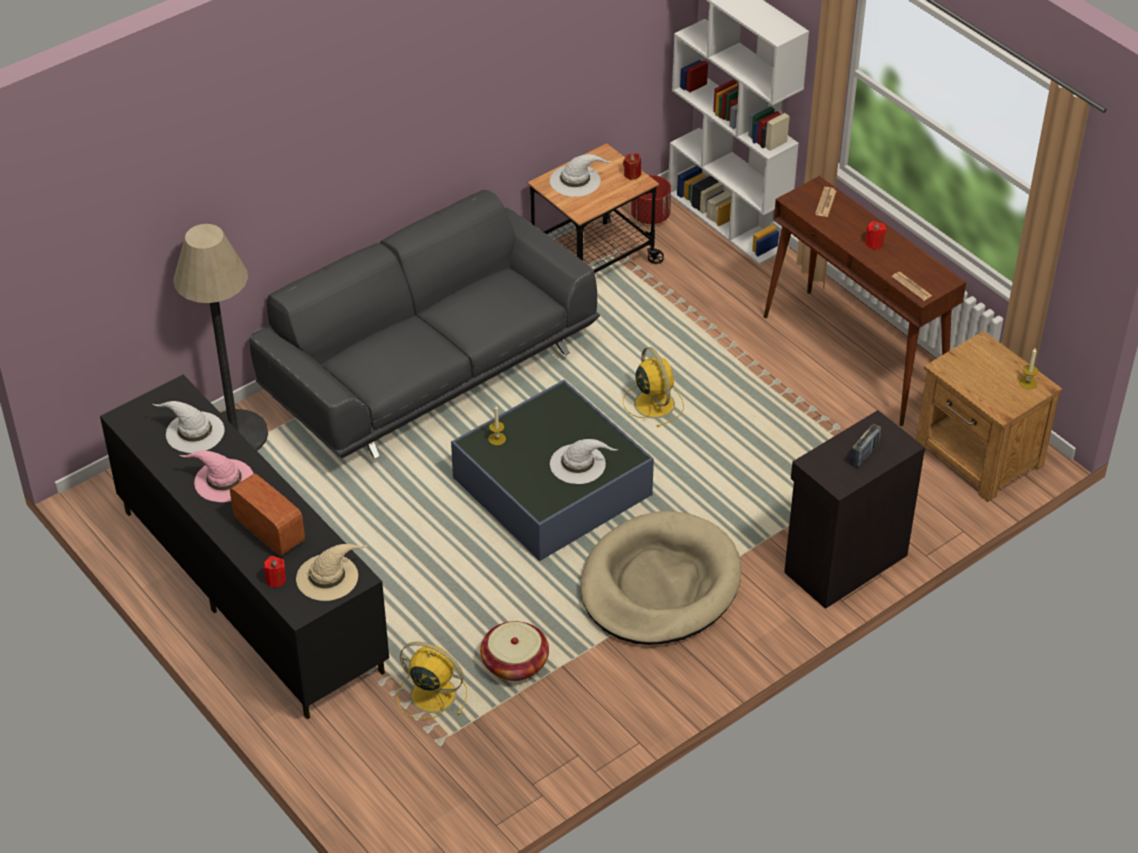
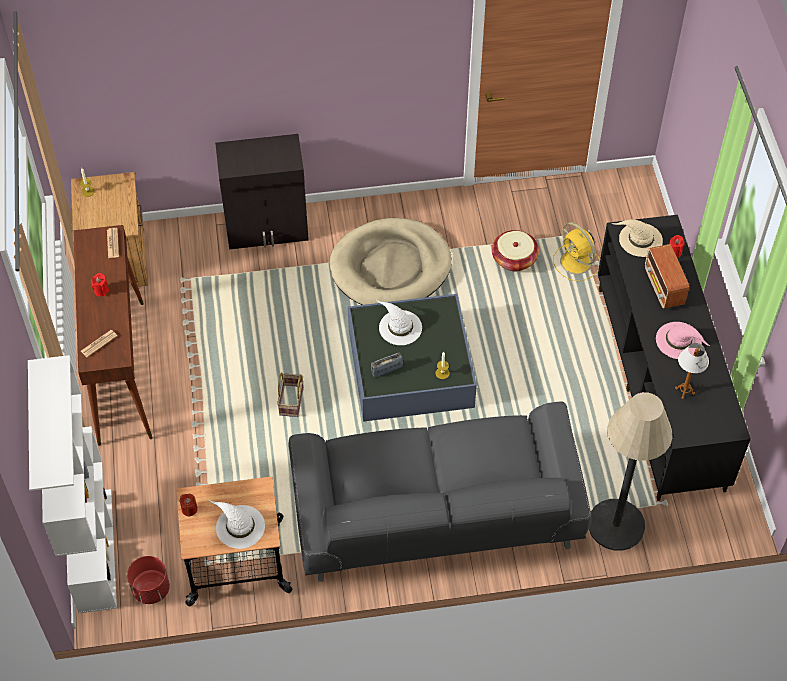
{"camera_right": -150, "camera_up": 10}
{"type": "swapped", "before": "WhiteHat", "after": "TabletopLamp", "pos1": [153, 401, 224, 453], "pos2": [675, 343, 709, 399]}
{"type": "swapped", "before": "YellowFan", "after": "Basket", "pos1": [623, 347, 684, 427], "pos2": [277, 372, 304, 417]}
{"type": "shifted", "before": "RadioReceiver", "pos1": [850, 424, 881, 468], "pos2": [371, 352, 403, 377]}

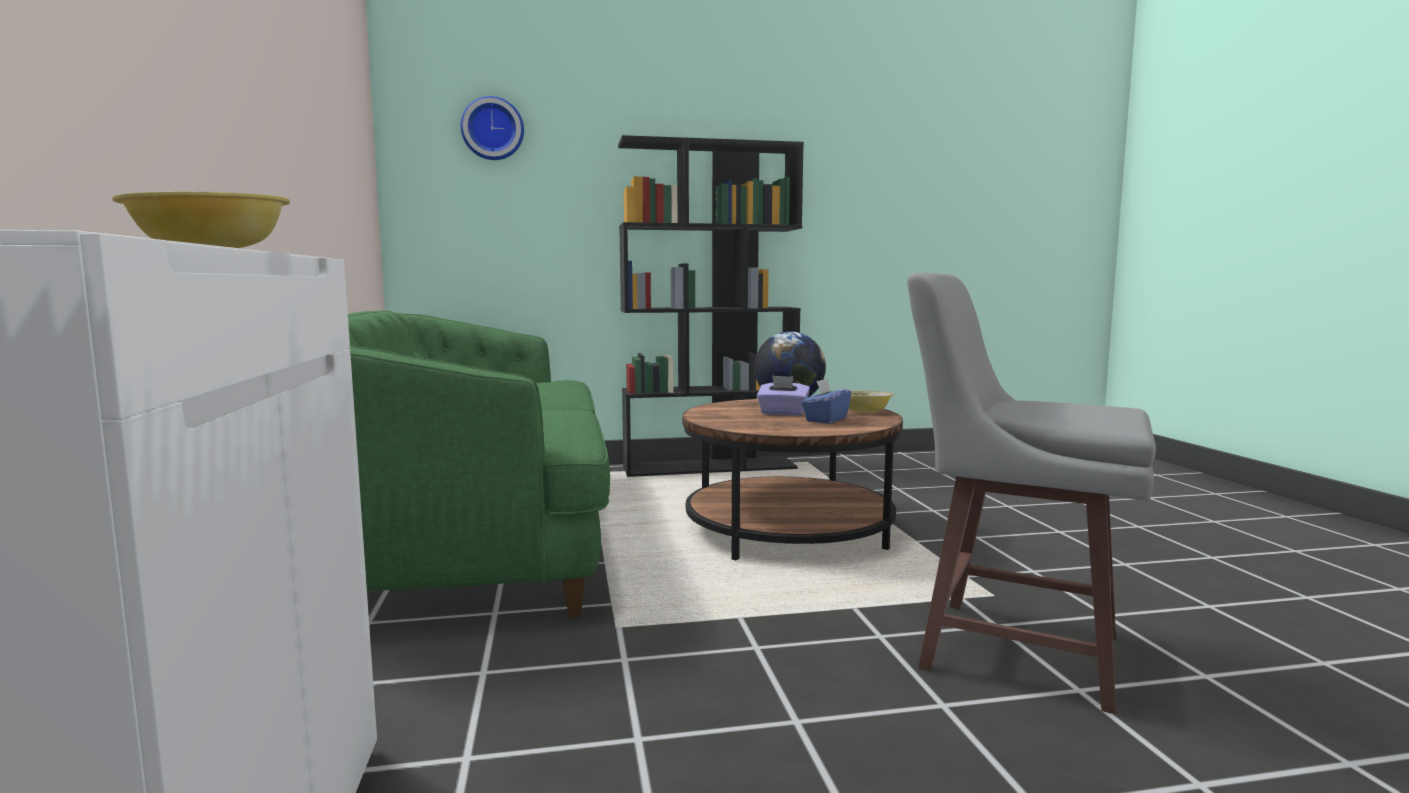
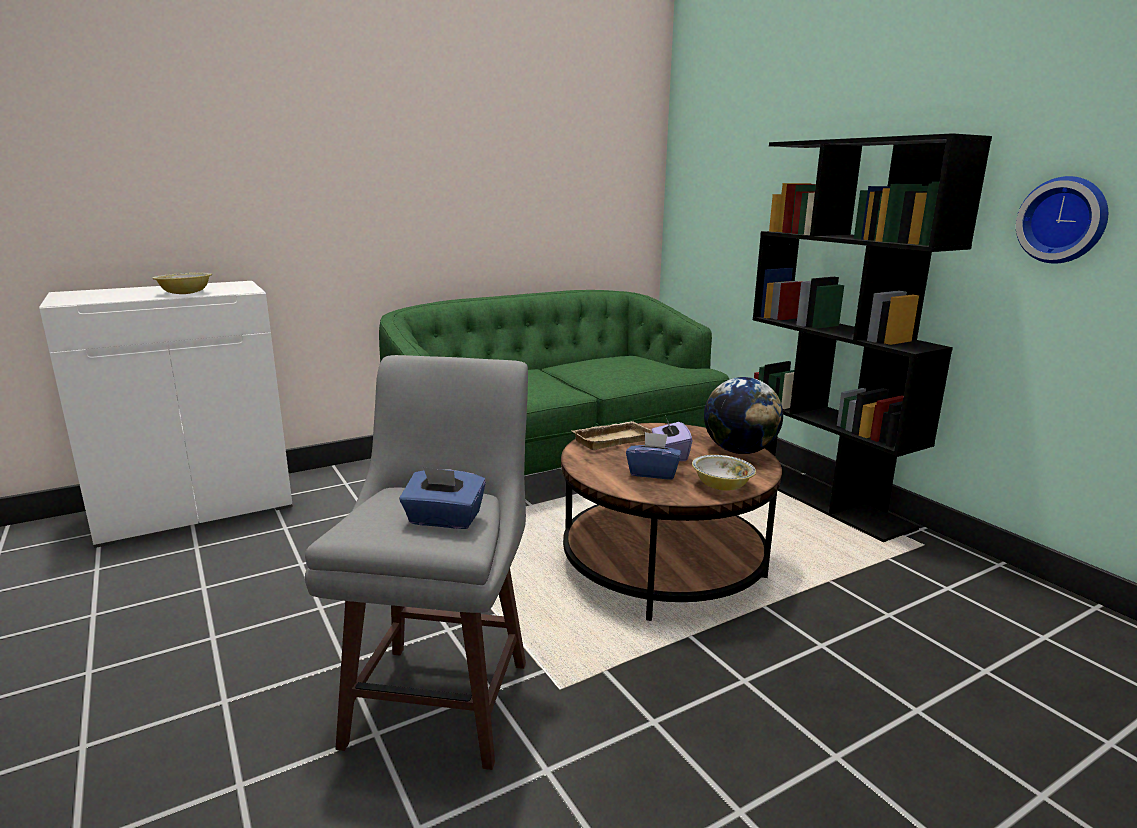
{"camera_right": 70, "camera_up": 10}
{"type": "shifted", "before": "WallClock", "pos1": [460, 96, 524, 160], "pos2": [1016, 176, 1108, 264]}
{"type": "new", "after": "BluishBoxOfTissues", "pos2": [399, 467, 486, 529]}
{"type": "new", "after": "BeigeTray", "pos2": [571, 421, 652, 450]}

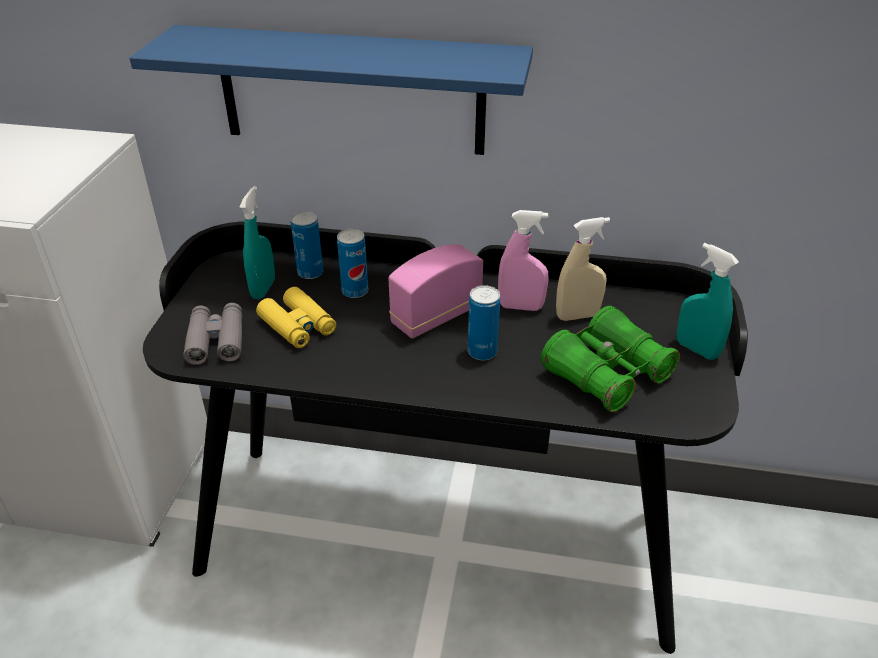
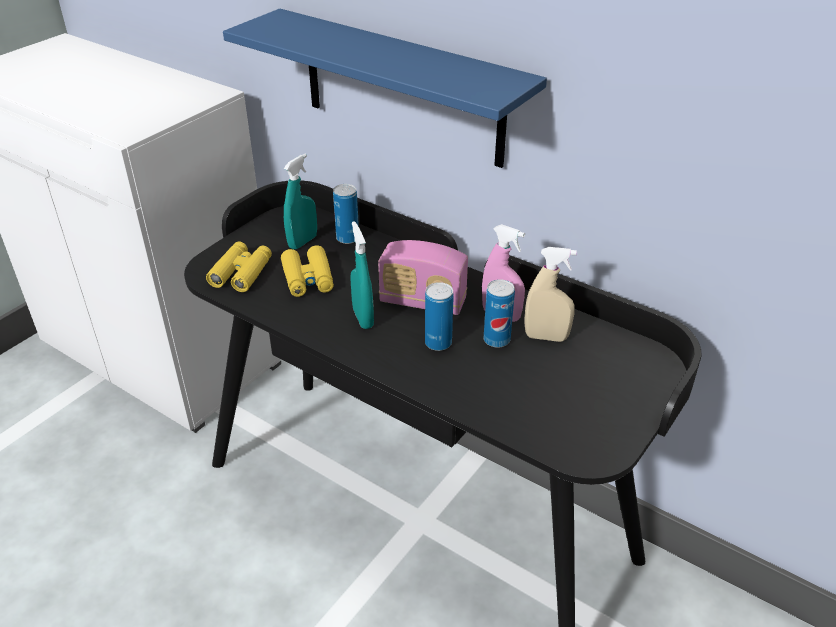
{"camera_right": 25, "camera_up": 0}
{"type": "repainted", "before": "GreyishPairOfBinoculars", "after": "YellowPairOfBinoculars", "pos1": [183, 303, 242, 365], "pos2": [206, 242, 272, 292]}
{"type": "shifted", "before": "SealedCan", "pos1": [337, 229, 368, 298], "pos2": [484, 279, 515, 348]}
{"type": "rotated", "before": "RadioReceiver", "pos1": [388, 244, 483, 338], "pos2": [378, 240, 468, 315], "turn": -150}
{"type": "gone", "before": "GreenColouredPairOfBinoculars", "pos1": [541, 306, 680, 412]}
{"type": "shifted", "before": "BlueGreenSprayer", "pos1": [677, 243, 739, 360], "pos2": [351, 221, 374, 329]}

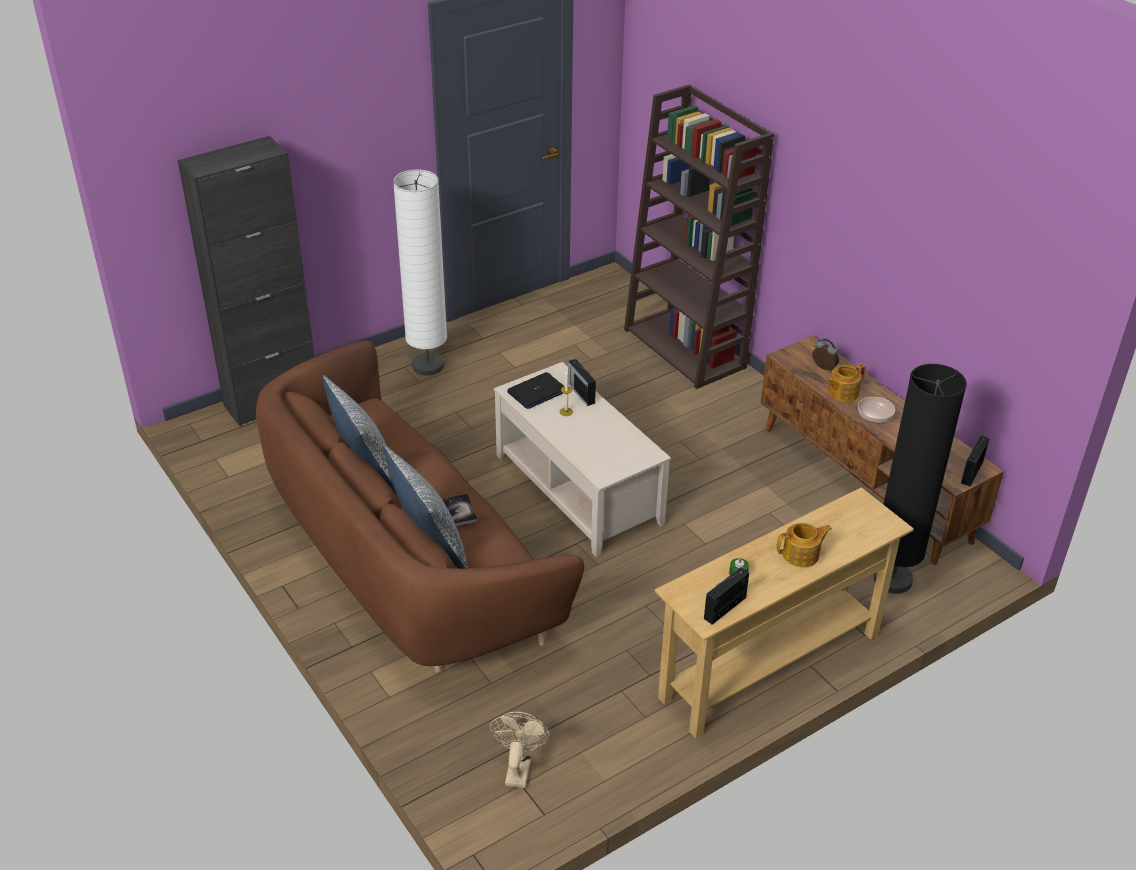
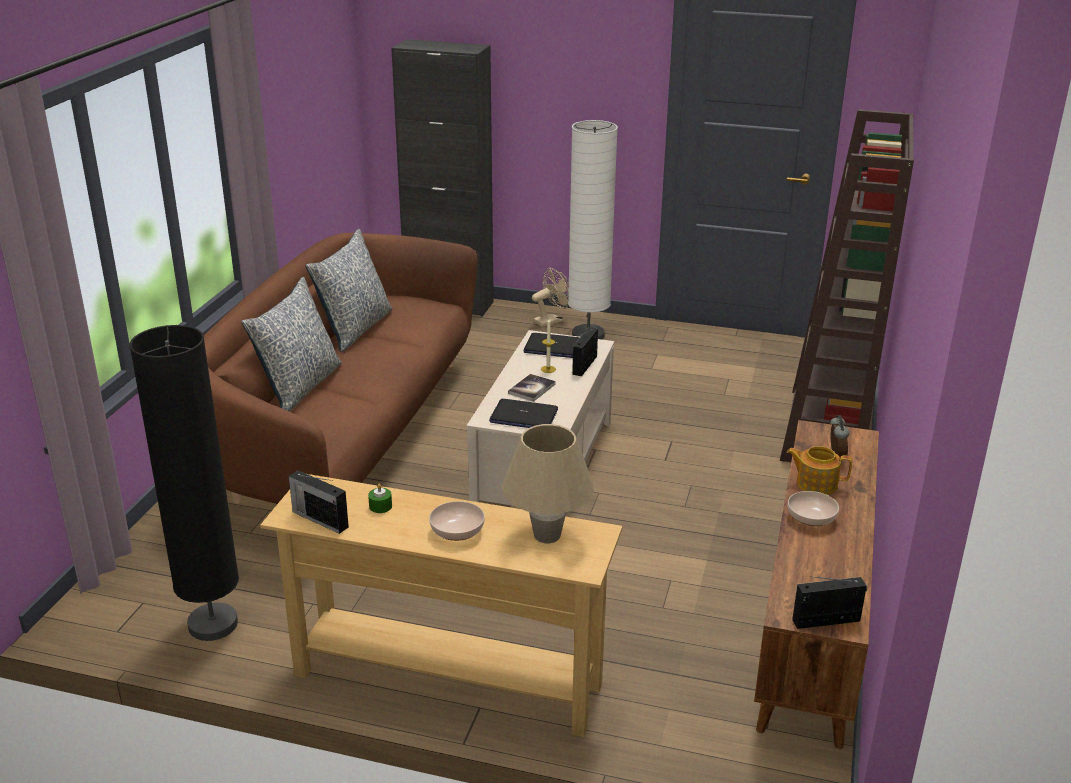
{"camera_right": 50, "camera_up": -10}
{"type": "shifted", "before": "Book", "pos1": [442, 493, 478, 526], "pos2": [508, 374, 556, 402]}
{"type": "shifted", "before": "BeigeFan", "pos1": [490, 712, 551, 788], "pos2": [532, 268, 569, 327]}
{"type": "rotated", "before": "RadioReceiver", "pos1": [704, 567, 749, 625], "pos2": [289, 470, 349, 534], "turn": -150}
{"type": "swapped", "before": "TeaPot", "after": "Bowl", "pos1": [777, 523, 832, 567], "pos2": [429, 501, 485, 541]}
{"type": "shifted", "before": "BlackColouredStandingLamp", "pos1": [874, 364, 967, 594], "pos2": [129, 325, 239, 641]}
{"type": "new", "after": "NotebookComputer", "pos2": [489, 399, 558, 428]}
{"type": "new", "after": "BeigeTabletopLamp", "pos2": [502, 424, 594, 543]}

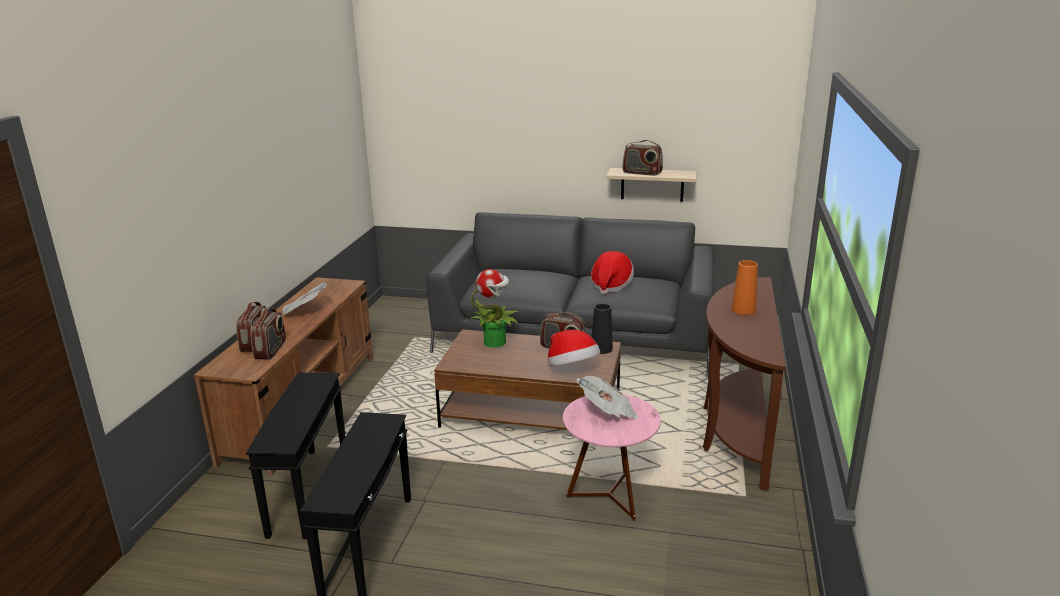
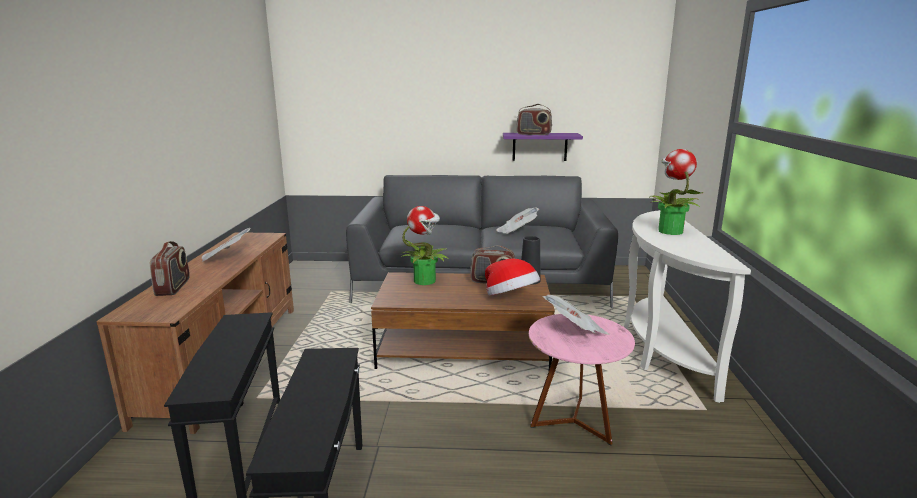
{"camera_right": -10, "camera_up": -5}
{"type": "gone", "before": "RadioReceiver", "pos1": [250, 308, 286, 359]}
{"type": "swapped", "before": "Hat", "after": "PrintedPaper", "pos1": [591, 251, 634, 295], "pos2": [496, 207, 539, 234]}
{"type": "repainted", "before": "BeigeWallShelf", "after": "PurpleColouredWallShelf", "pos1": [606, 168, 697, 202], "pos2": [503, 133, 583, 161]}
{"type": "repainted", "before": "BrownNarrowTable", "after": "WhiteNarrowTable", "pos1": [703, 277, 786, 491], "pos2": [624, 210, 751, 403]}
{"type": "swapped", "before": "OrangeyVase", "after": "PlantInAPot", "pos1": [732, 260, 758, 315], "pos2": [649, 149, 704, 235]}

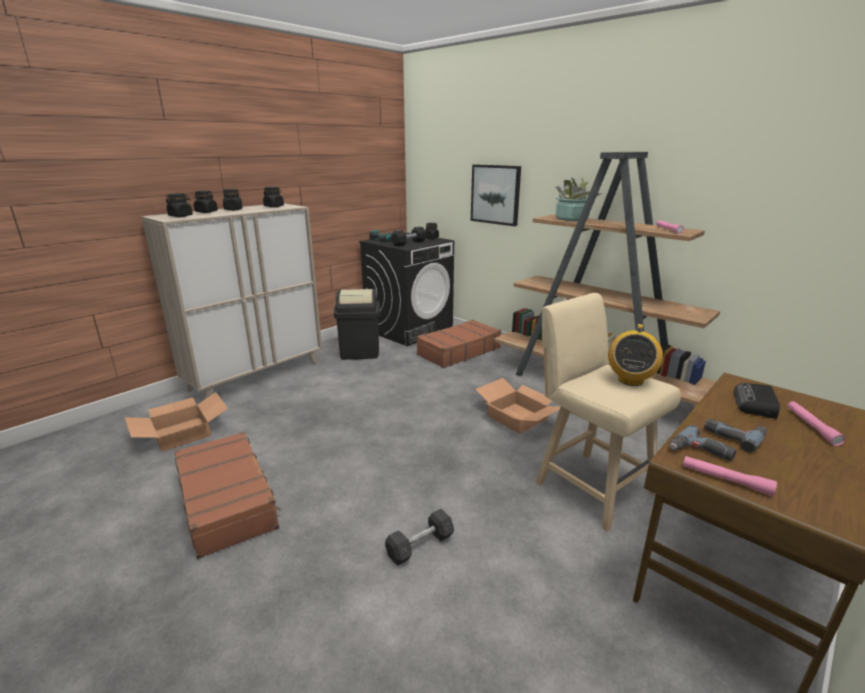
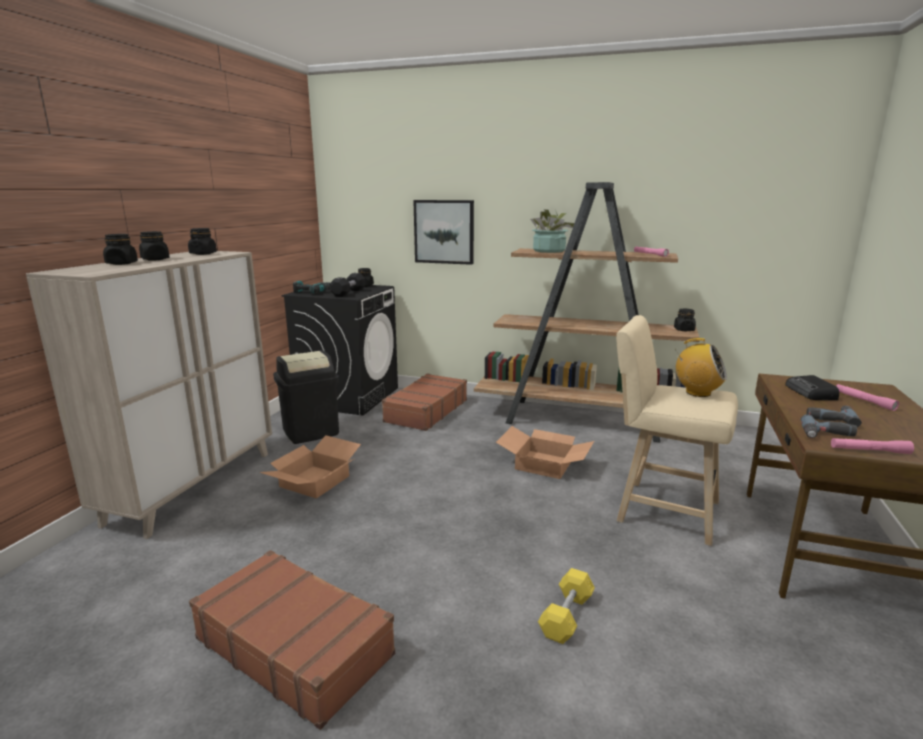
{"camera_right": -25, "camera_up": -5}
{"type": "shifted", "before": "CardboardBox", "pos1": [124, 392, 228, 452], "pos2": [259, 435, 361, 499]}
{"type": "shifted", "before": "BlackColouredStorageJar", "pos1": [166, 193, 193, 217], "pos2": [674, 309, 696, 331]}
{"type": "repainted", "before": "GreyishHandWeight", "after": "YellowHandWeight", "pos1": [385, 509, 454, 565], "pos2": [538, 568, 595, 644]}
{"type": "rotated", "before": "RadioReceiver", "pos1": [608, 324, 663, 386], "pos2": [675, 338, 727, 397], "turn": -60}

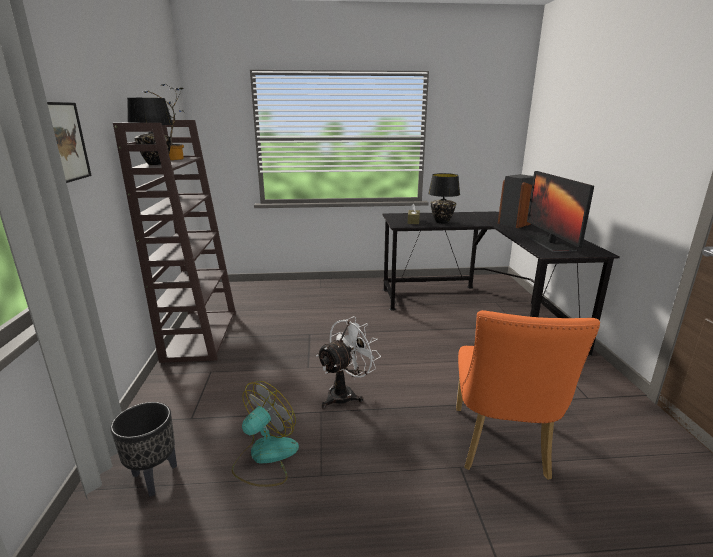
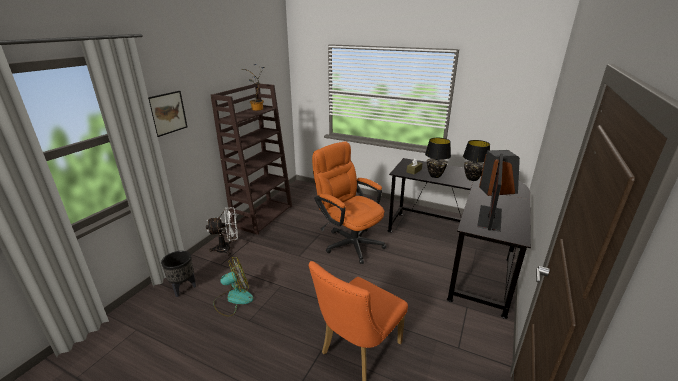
{"camera_right": 30, "camera_up": 5}
{"type": "shifted", "before": "BlackColouredTabletopLamp", "pos1": [127, 98, 173, 165], "pos2": [463, 140, 490, 181]}
{"type": "shifted", "before": "WhiteFan", "pos1": [316, 316, 381, 409], "pos2": [206, 207, 238, 255]}
{"type": "new", "after": "OrangeyOfficeChair", "pos2": [312, 141, 386, 264]}

